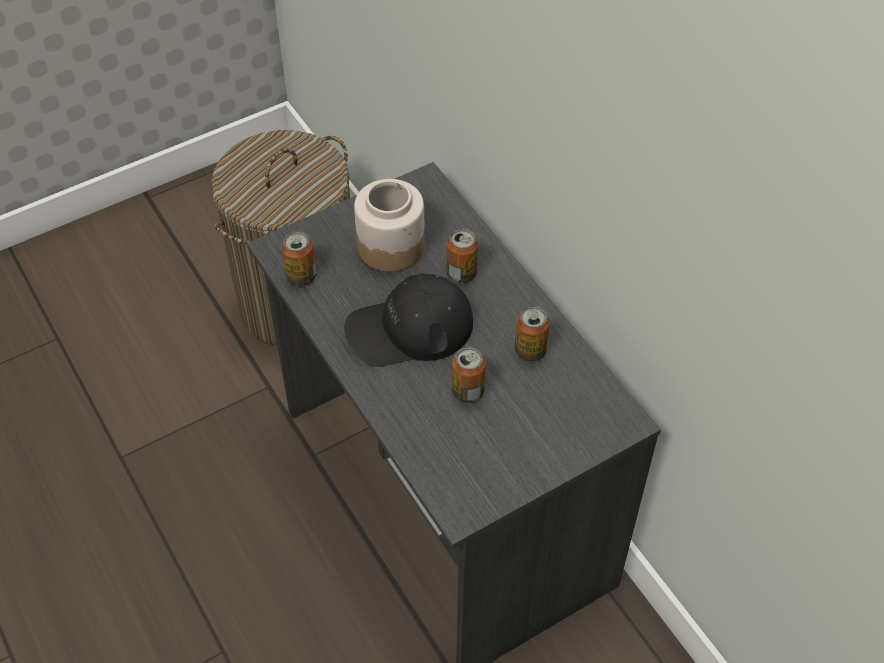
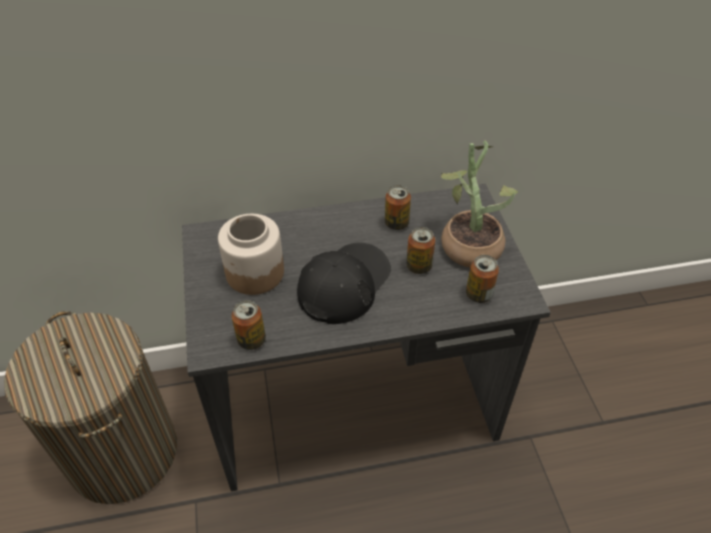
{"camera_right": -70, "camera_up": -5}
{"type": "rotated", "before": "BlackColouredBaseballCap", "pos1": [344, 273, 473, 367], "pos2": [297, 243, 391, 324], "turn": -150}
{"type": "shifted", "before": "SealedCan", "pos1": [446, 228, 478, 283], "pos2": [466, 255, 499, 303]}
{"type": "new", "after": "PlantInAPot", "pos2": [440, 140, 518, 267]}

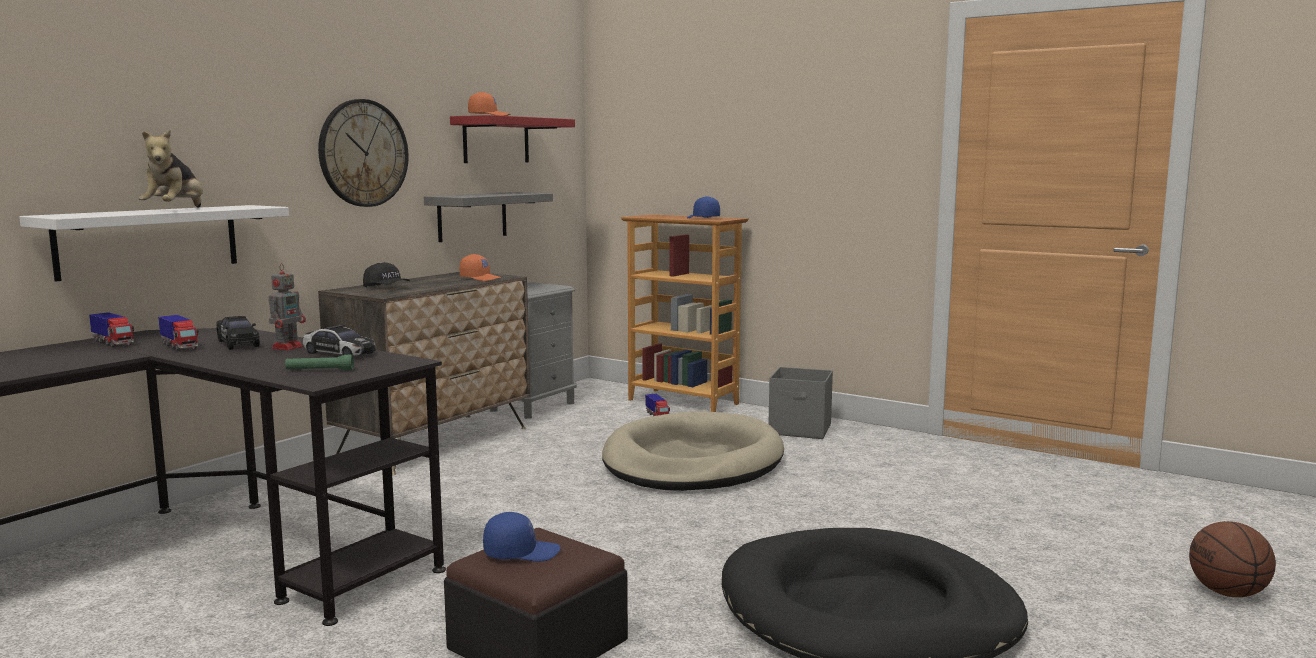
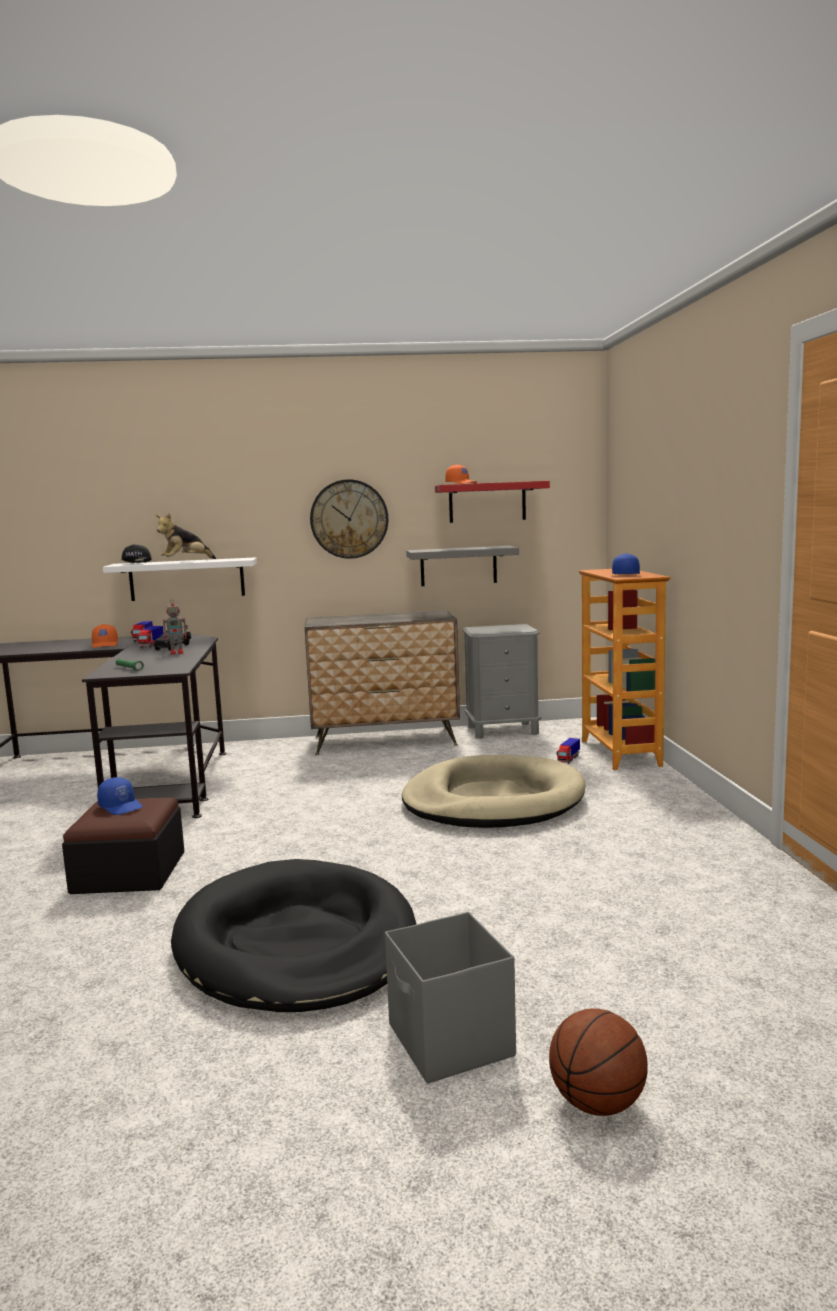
{"camera_right": 50, "camera_up": 0}
{"type": "gone", "before": "ToyCar", "pos1": [303, 325, 376, 357]}
{"type": "shifted", "before": "BlackColouredBaseballCap", "pos1": [363, 262, 410, 287], "pos2": [122, 544, 152, 563]}
{"type": "shifted", "before": "OrangeyBaseballCap", "pos1": [459, 254, 501, 281], "pos2": [92, 624, 118, 648]}
{"type": "shifted", "before": "GreyishStorageBox", "pos1": [768, 367, 833, 439], "pos2": [385, 912, 516, 1084]}

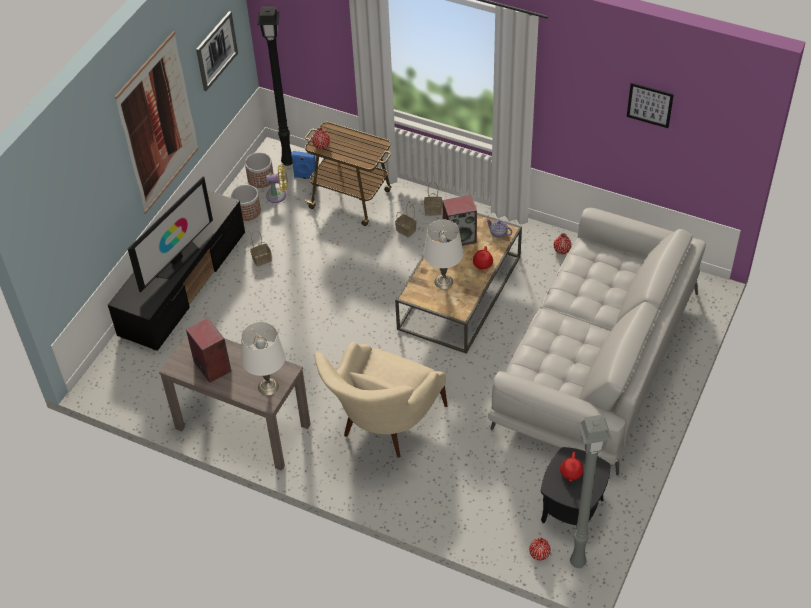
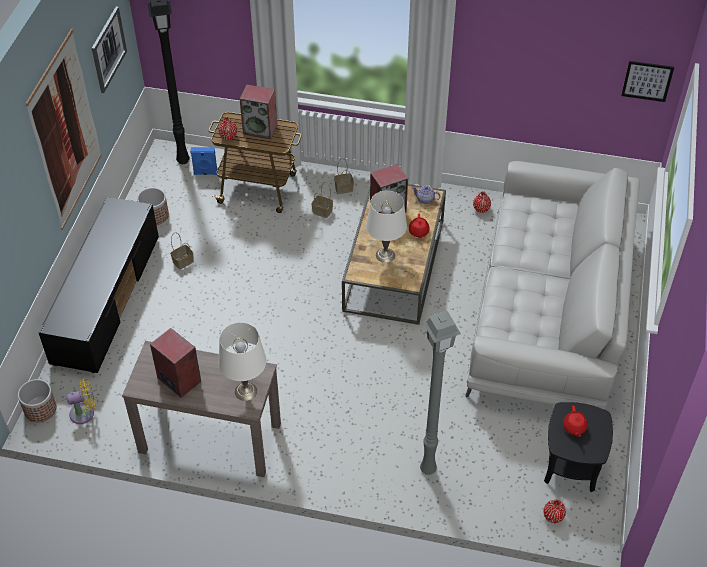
{"camera_right": -15, "camera_up": 0}
{"type": "gone", "before": "Tv", "pos1": [128, 176, 213, 292]}
{"type": "shifted", "before": "Planter", "pos1": [245, 152, 274, 188], "pos2": [18, 379, 57, 422]}
{"type": "shifted", "before": "YellowFan", "pos1": [266, 164, 288, 203], "pos2": [66, 378, 95, 424]}
{"type": "gone", "before": "BeigeArmchair", "pos1": [315, 342, 448, 458]}
{"type": "shifted", "before": "GreyishStandingLamp", "pos1": [570, 415, 612, 568], "pos2": [420, 310, 461, 475]}
{"type": "shifted", "before": "WallArt", "pos1": [627, 83, 674, 128], "pos2": [621, 61, 674, 102]}
{"type": "new", "after": "Speaker", "pos2": [240, 84, 277, 139]}

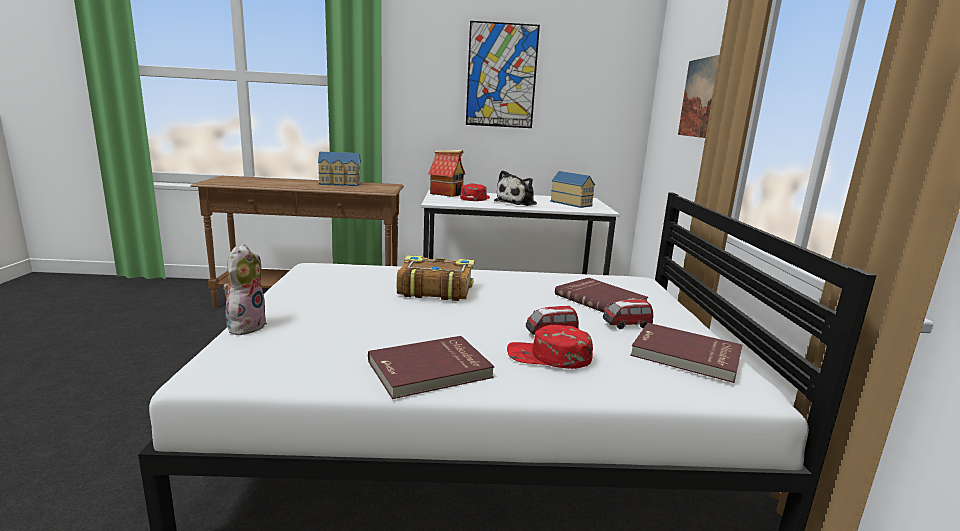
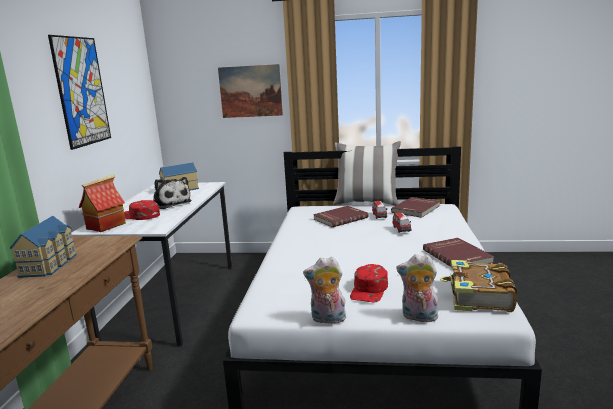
{"camera_right": -80, "camera_up": 0}
{"type": "shifted", "before": "Book", "pos1": [397, 255, 475, 301], "pos2": [440, 260, 517, 312]}
{"type": "shifted", "before": "ReddishBaseballCap", "pos1": [507, 325, 593, 369], "pos2": [350, 264, 388, 303]}
{"type": "new", "after": "CuddlyToy", "pos2": [303, 257, 346, 324]}
{"type": "new", "after": "ThrowPillow", "pos2": [333, 141, 401, 206]}

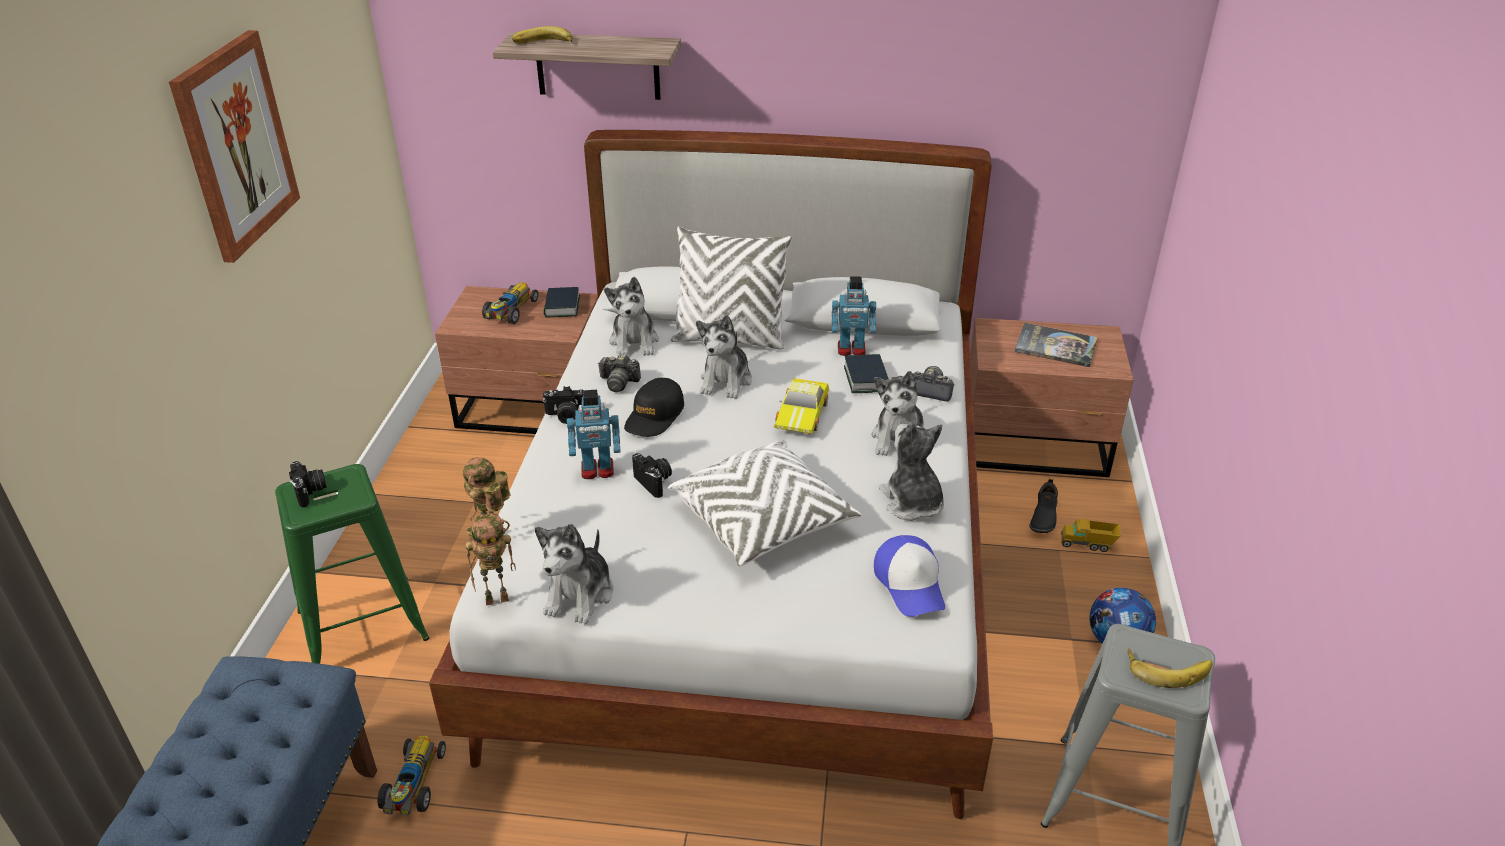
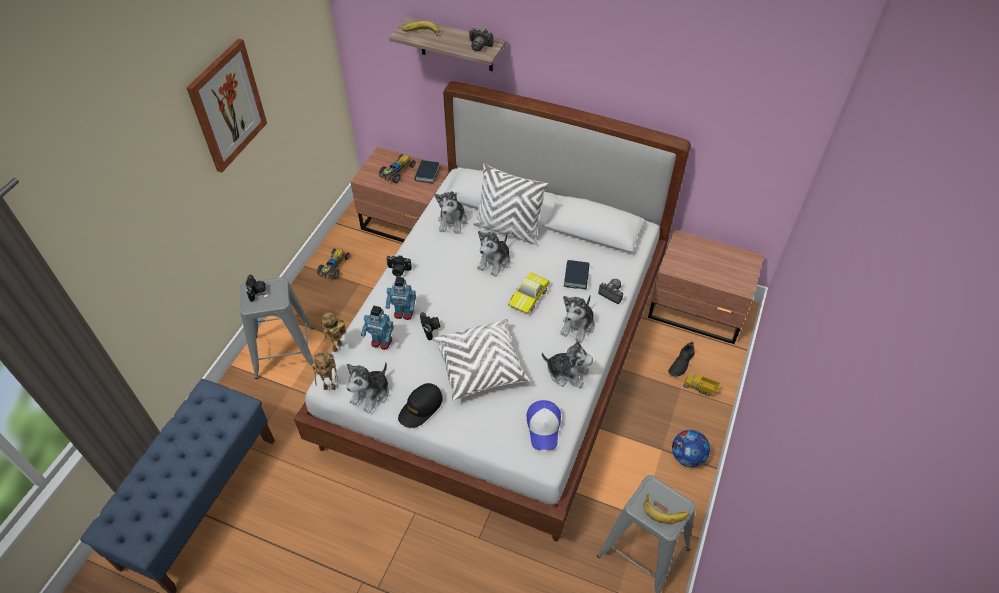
{"camera_right": 15, "camera_up": 15}
{"type": "repainted", "before": "GreenColouredStoolSeat", "after": "GreyishStoolSeat", "pos1": [275, 464, 429, 664], "pos2": [240, 277, 315, 379]}
{"type": "shifted", "before": "ToyCar", "pos1": [377, 735, 446, 816], "pos2": [317, 248, 350, 279]}
{"type": "shifted", "before": "StillCamera", "pos1": [598, 354, 641, 392], "pos2": [469, 28, 494, 51]}
{"type": "shifted", "before": "BlackColouredBaseballCap", "pos1": [624, 378, 684, 437], "pos2": [398, 383, 443, 428]}
{"type": "shifted", "before": "RobotFigure", "pos1": [832, 276, 876, 356], "pos2": [361, 306, 394, 350]}
{"type": "rotated", "before": "CuddlyToy", "pos1": [879, 422, 944, 521], "pos2": [542, 341, 593, 388], "turn": 120}
{"type": "gone", "before": "Book", "pos1": [1015, 323, 1098, 367]}

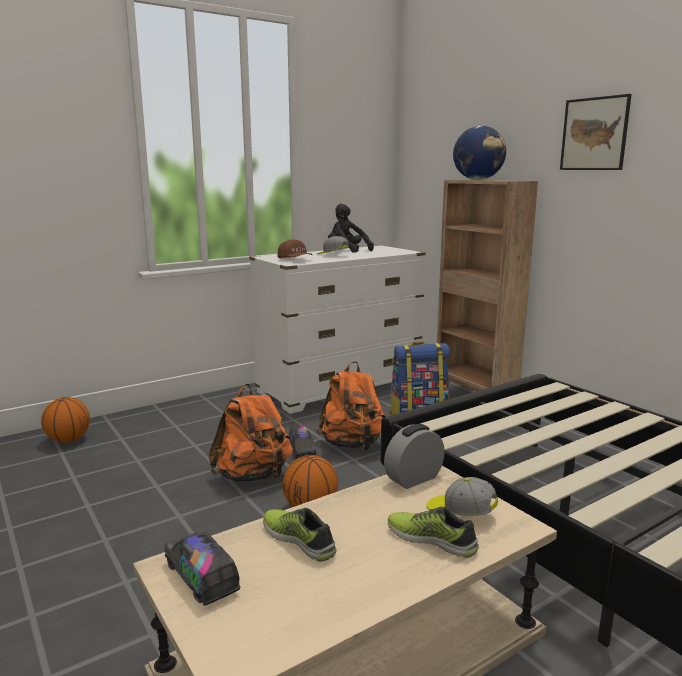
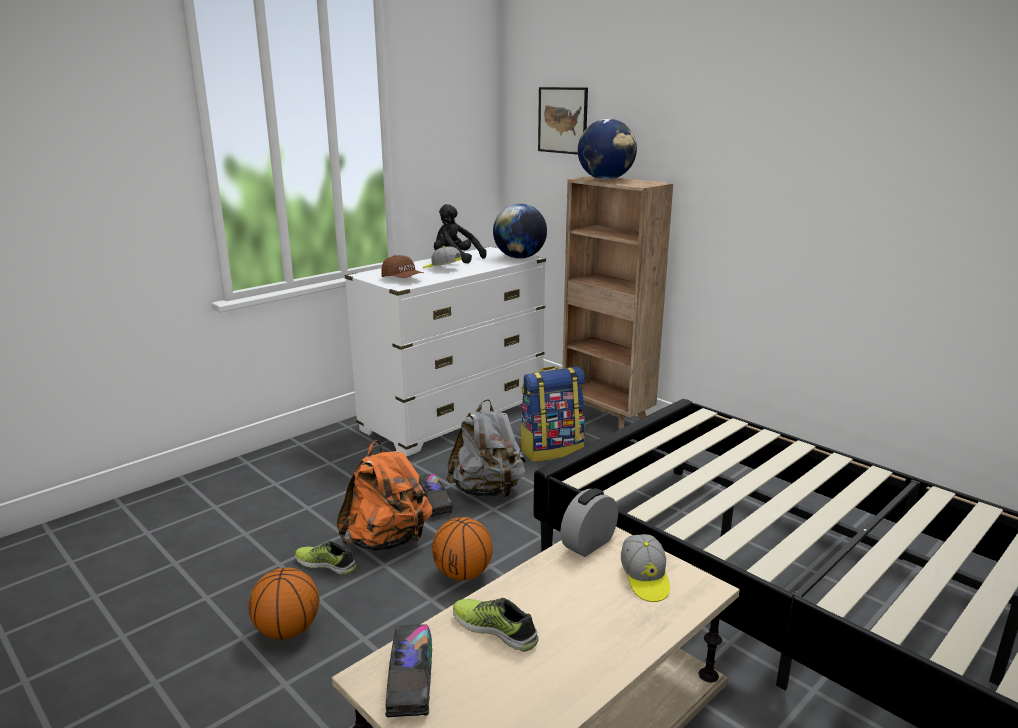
{"camera_right": -10, "camera_up": 5}
{"type": "shifted", "before": "Basketball", "pos1": [41, 397, 90, 443], "pos2": [249, 567, 319, 640]}
{"type": "rotated", "before": "ModelTruck", "pos1": [165, 532, 241, 606], "pos2": [385, 625, 432, 717], "turn": -135}
{"type": "repainted", "before": "OrangeyRucksack", "after": "GreyishRucksack", "pos1": [316, 361, 386, 450], "pos2": [446, 399, 526, 497]}
{"type": "shifted", "before": "Shoe", "pos1": [388, 507, 479, 558], "pos2": [295, 541, 357, 575]}
{"type": "rotated", "before": "BaseballCap", "pos1": [426, 477, 498, 516], "pos2": [621, 534, 670, 602], "turn": -120}
{"type": "shifted", "before": "WallArt", "pos1": [560, 94, 632, 170], "pos2": [538, 87, 588, 155]}
{"type": "new", "after": "Globe", "pos2": [493, 204, 547, 259]}

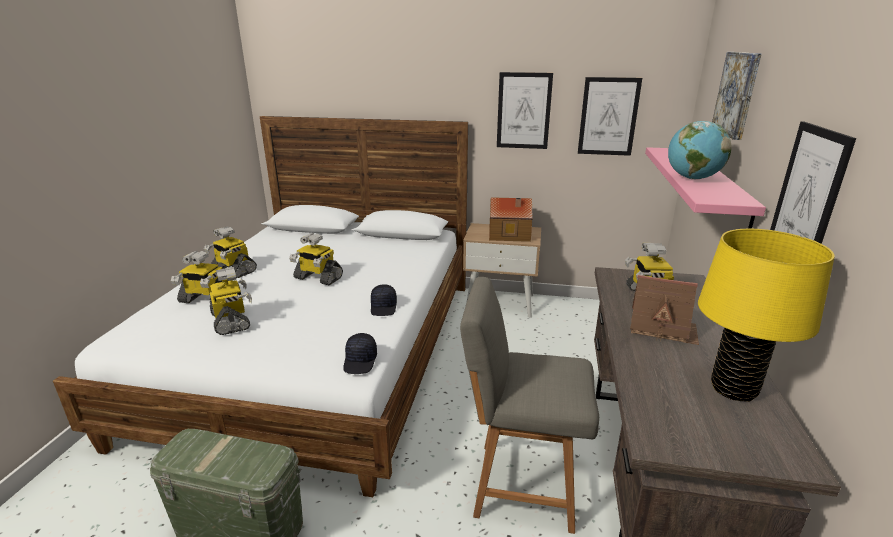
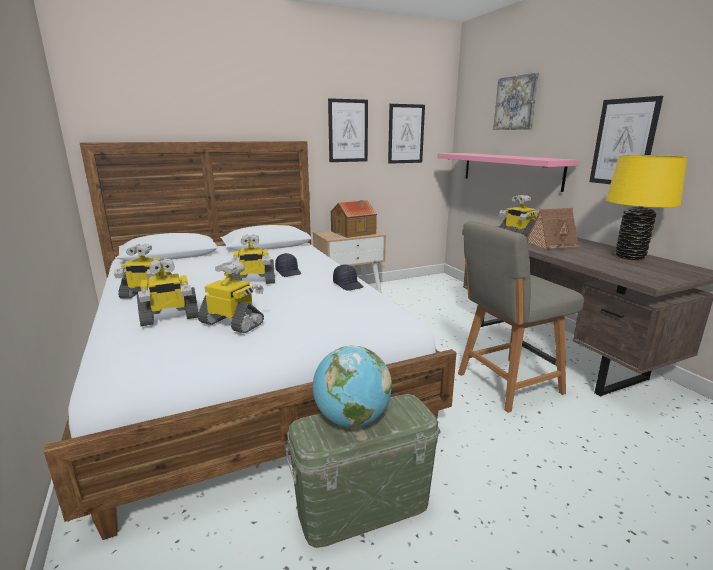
{"camera_right": -35, "camera_up": -5}
{"type": "shifted", "before": "BlackColouredBaseballCap", "pos1": [343, 333, 377, 374], "pos2": [275, 253, 301, 277]}
{"type": "shifted", "before": "Globe", "pos1": [668, 121, 732, 179], "pos2": [313, 346, 392, 428]}

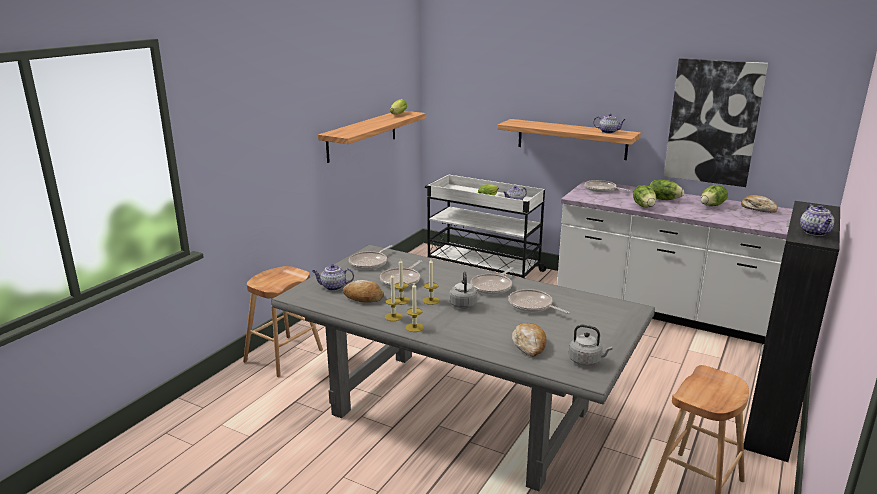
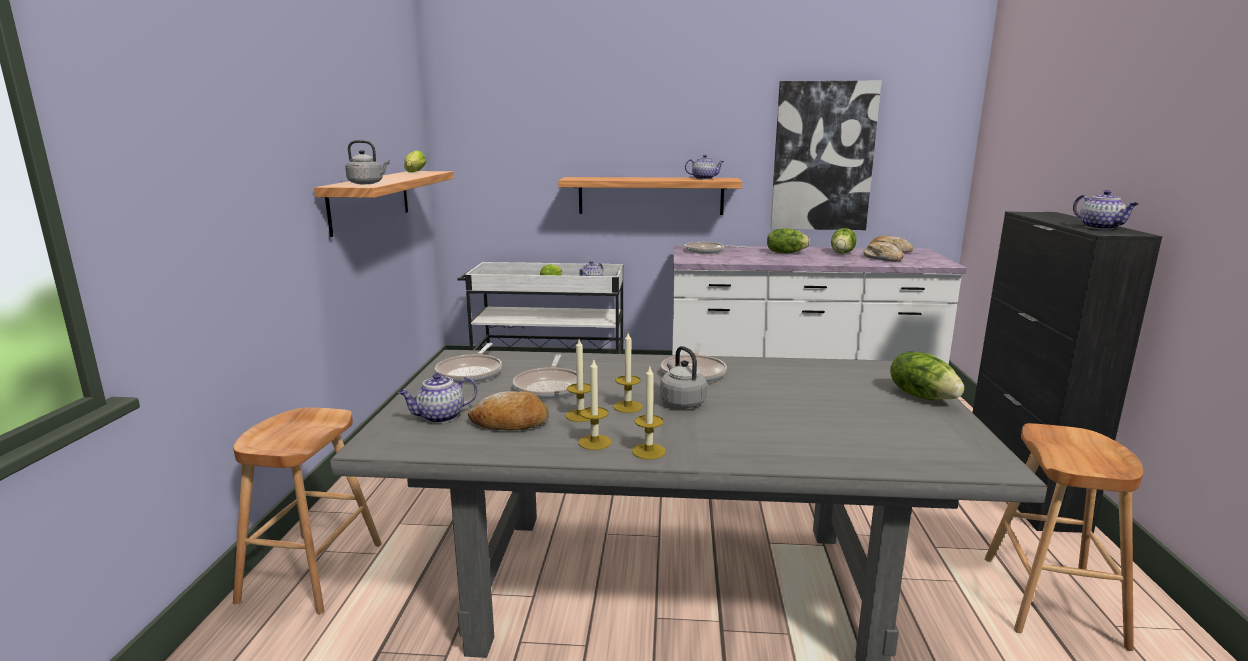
{"camera_right": -25, "camera_up": -5}
{"type": "gone", "before": "FryingPan", "pos1": [509, 289, 570, 314]}
{"type": "shifted", "before": "BakedBread", "pos1": [512, 323, 546, 357], "pos2": [864, 241, 904, 262]}
{"type": "shifted", "before": "GreyishWaterKettle", "pos1": [569, 324, 613, 366], "pos2": [345, 140, 390, 184]}
{"type": "shifted", "before": "Lettuce", "pos1": [633, 185, 656, 207], "pos2": [890, 352, 964, 400]}

